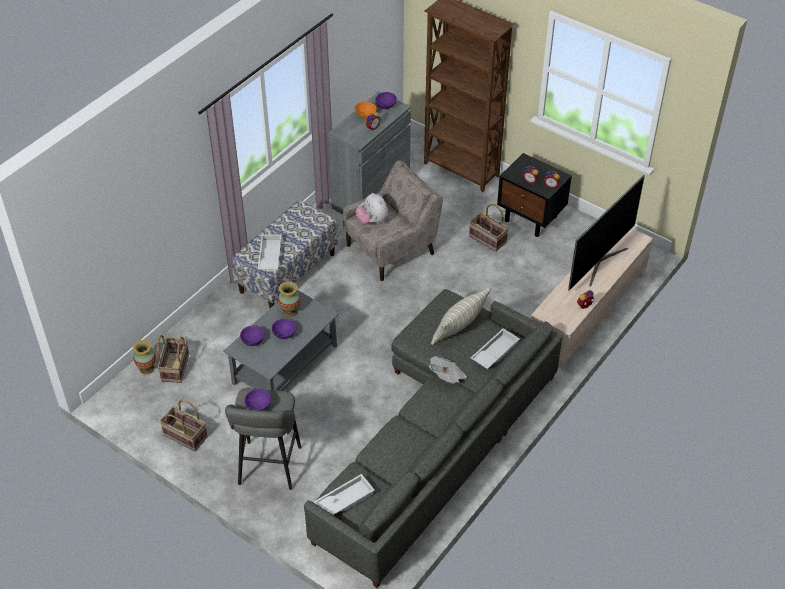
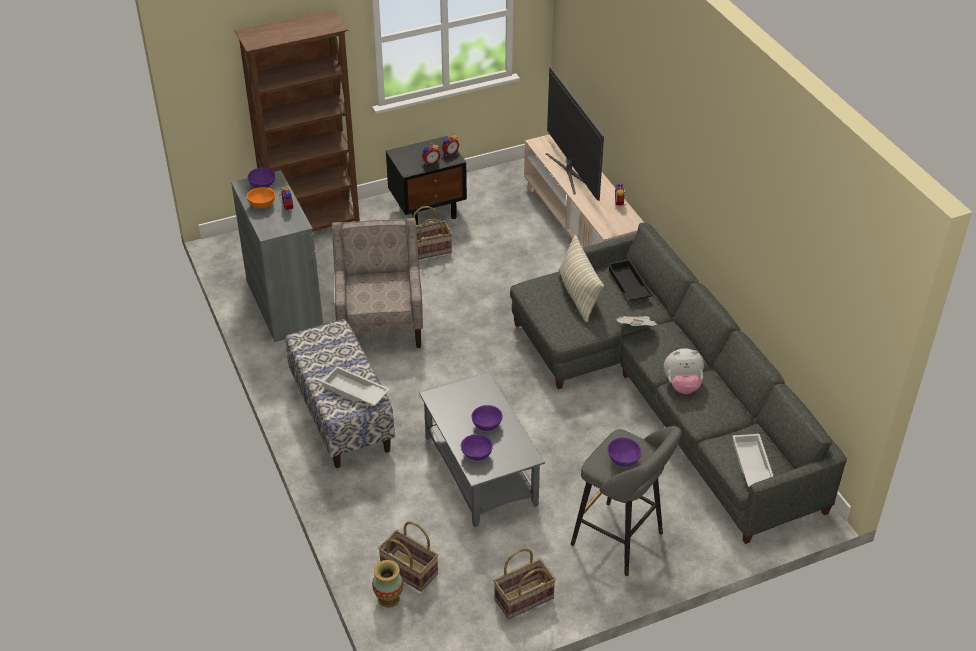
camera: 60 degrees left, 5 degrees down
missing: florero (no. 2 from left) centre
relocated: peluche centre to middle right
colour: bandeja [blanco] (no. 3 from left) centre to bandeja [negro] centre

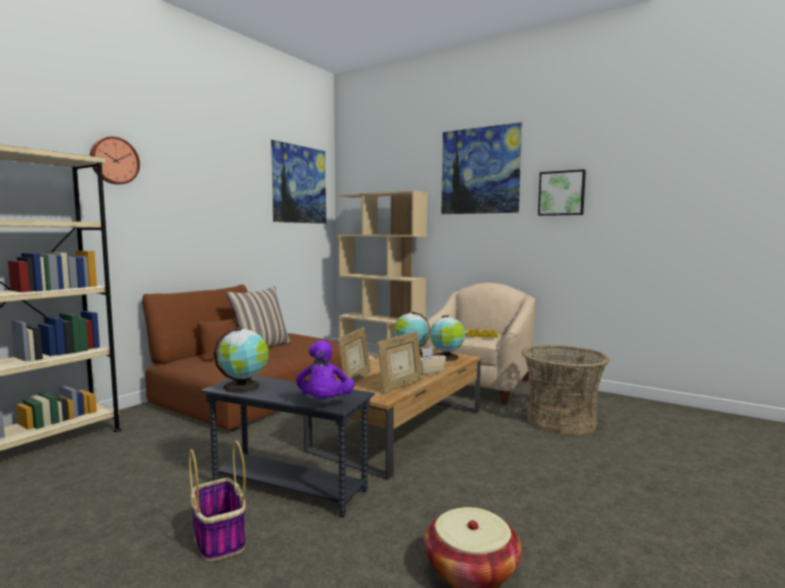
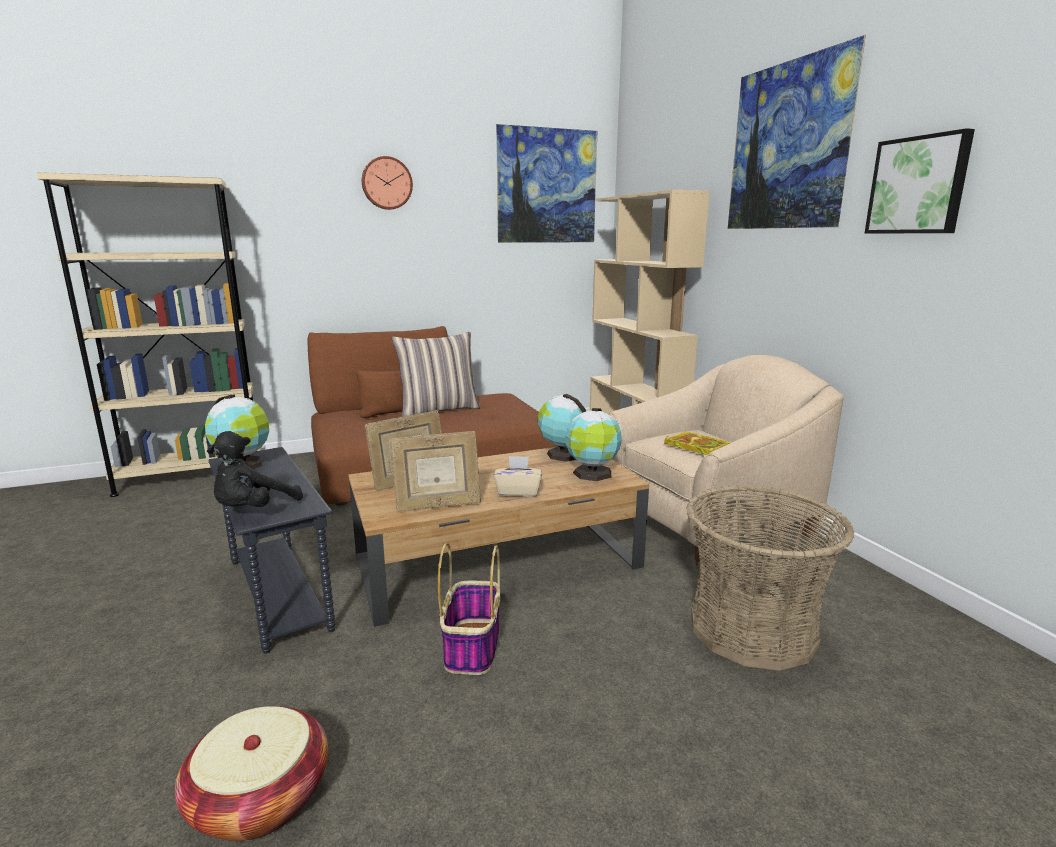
camera: 35 degrees right, 10 degrees up
relocated: reloj de pared top left to top centre; cesta (no. 1 from left in the first image) bottom left to cesta (no. 2 from left) bottom centre
colour: peluche [morado] centre to peluche [negro] middle left

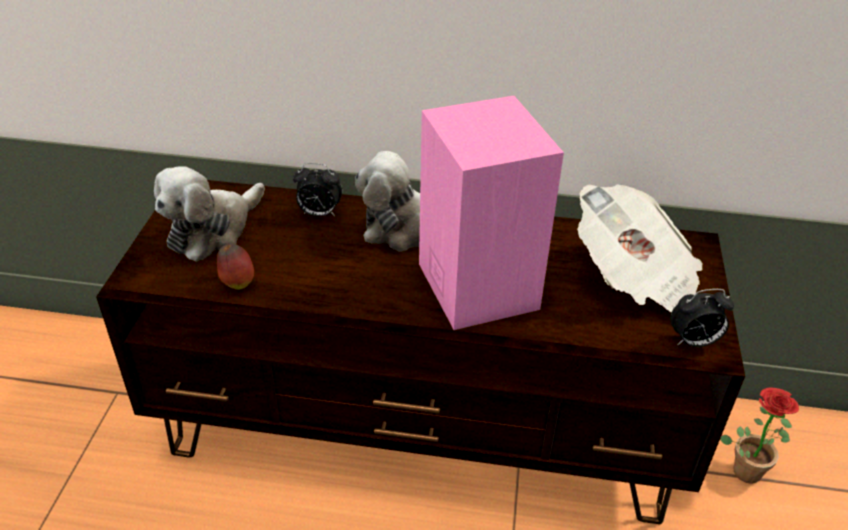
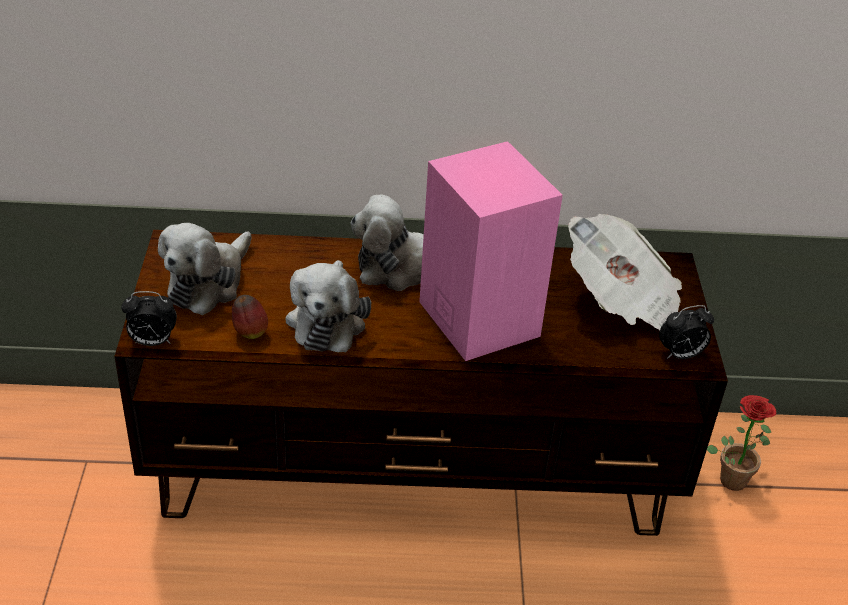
camera: 10 degrees left, 0 degrees up
appeared: peluche (no. 2 from left) centre
relocated: despertador (no. 1 from left) centre to middle left

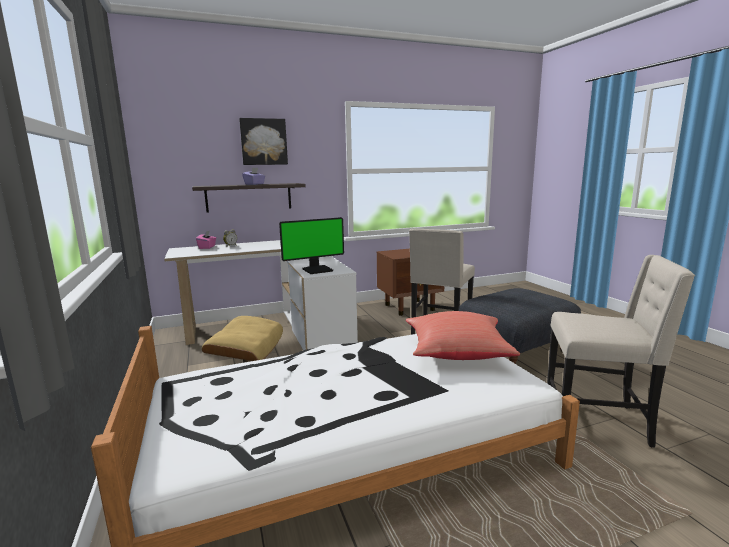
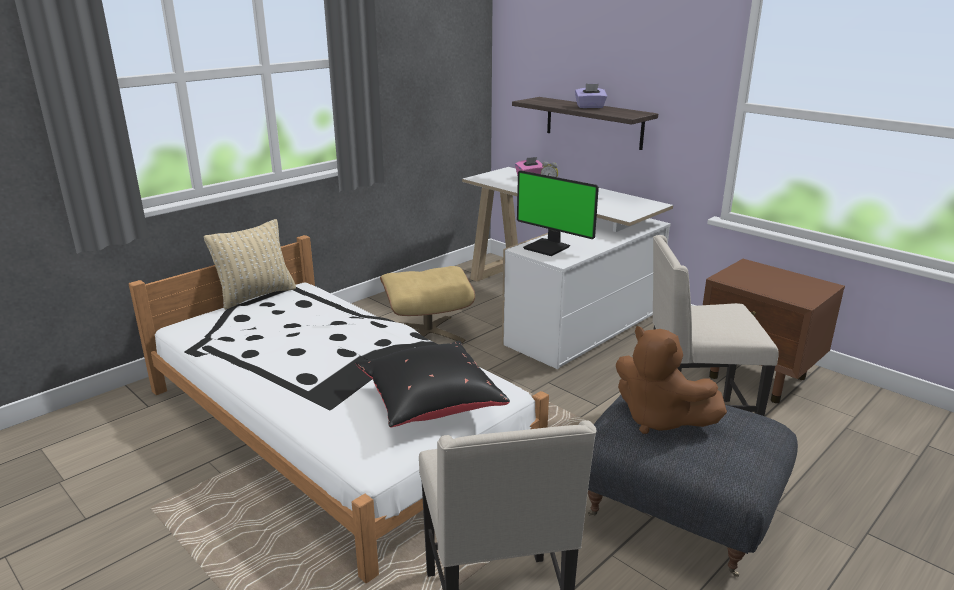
camera: 65 degrees right, 10 degrees up
missing: cuadro top centre
appeared: cojín [beis] middle left; peluche [marrón] middle right
colour: cojín [rojo] centre to cojín [negro] centre

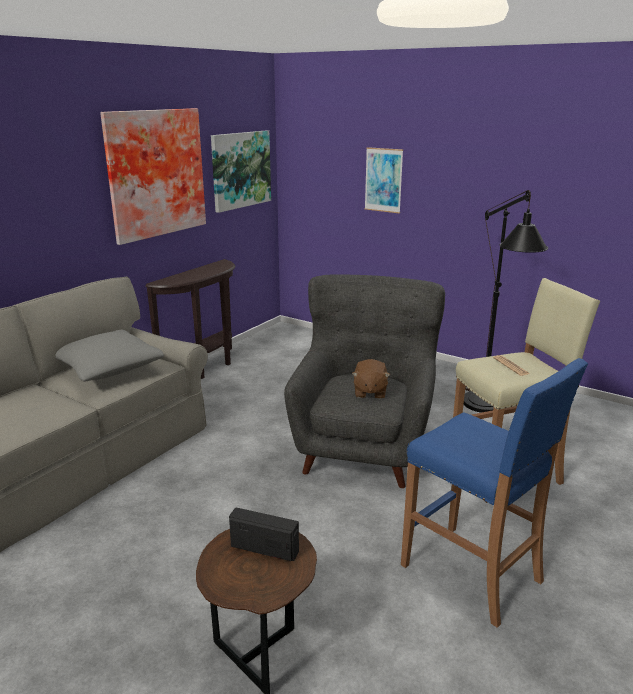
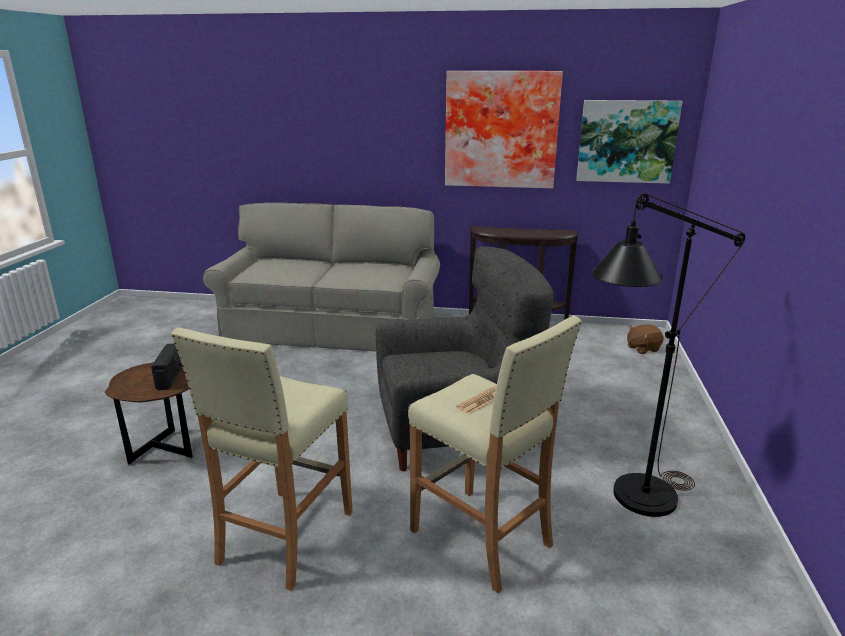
camera: 65 degrees right, 0 degrees up
missing: cojín [gris] middle left; cuadro (no. 3 from left) top centre
relocated: peluche [marrón] centre to middle right
colour: taburete [azul] bottom right to taburete [beis] (no. 1 from left) bottom left

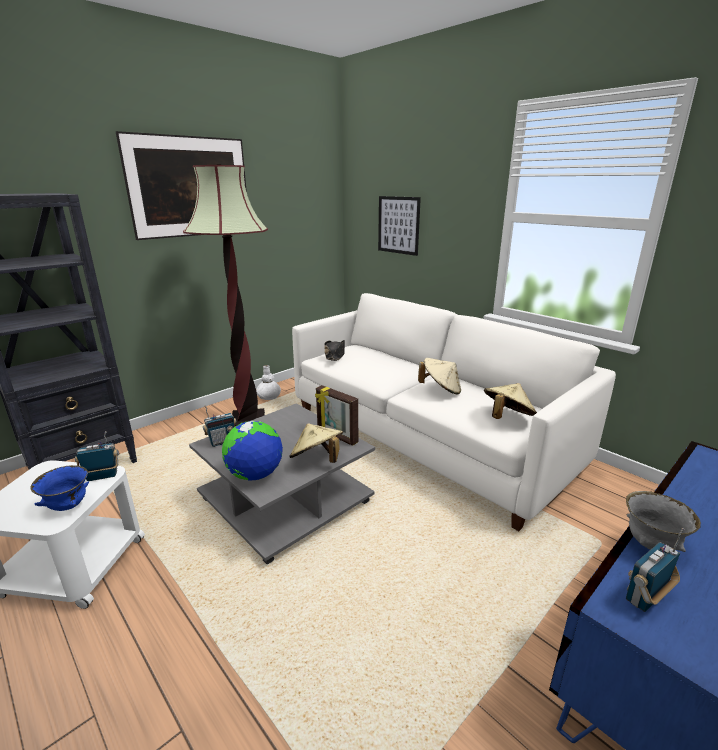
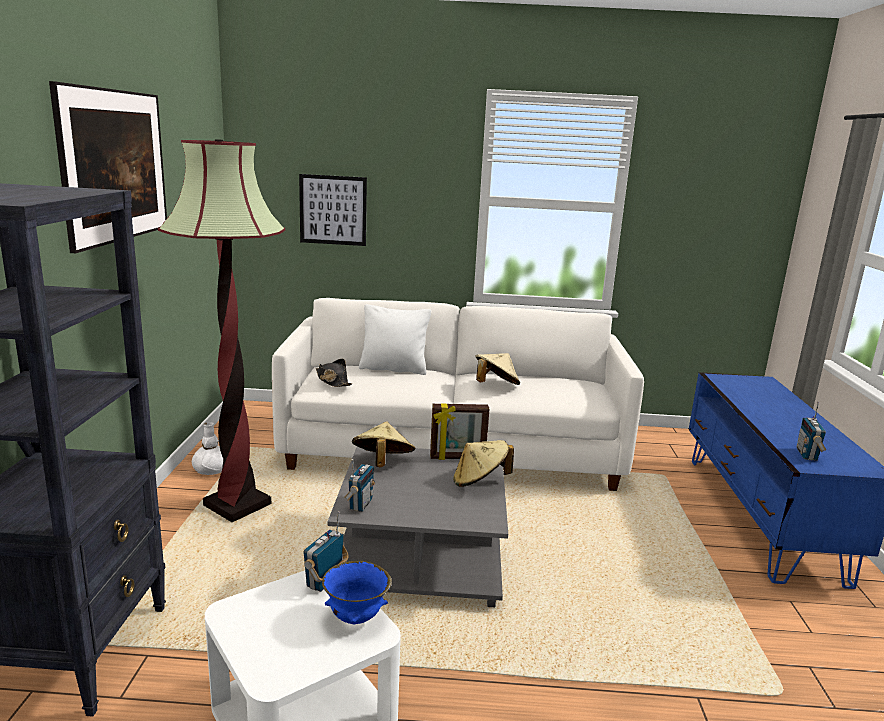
camera: 45 degrees left, 5 degrees down
missing: globo terráqueo centre; cuenco [gris] bottom right
appeared: cojín [blanco] centre
relocated: sombrero [beis] (no. 3 from left in the first image) middle right to sombrero [beis] (no. 1 from left) centre

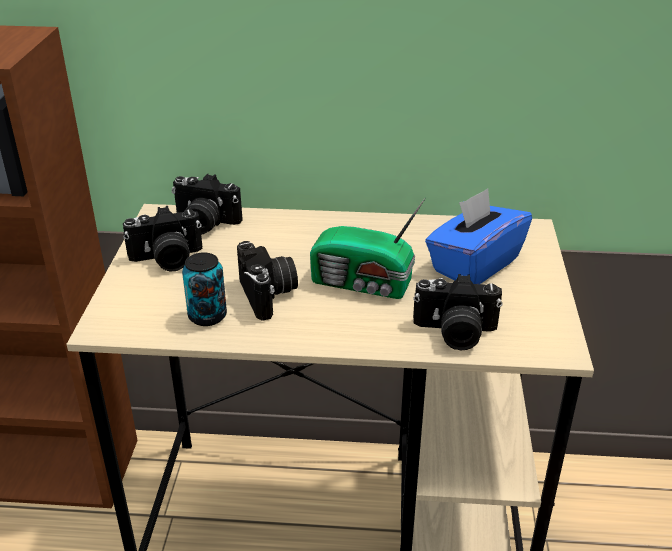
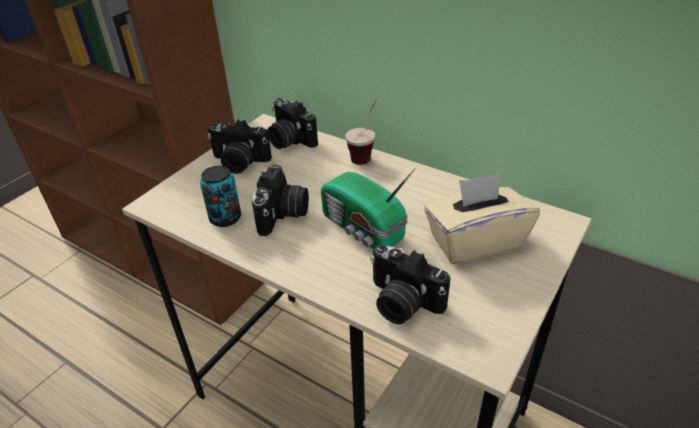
camera: 30 degrees right, 5 degrees up
appeared: taza top centre
colour: caja de pañuelos [azul] middle right to caja de pañuelos [beis] middle right

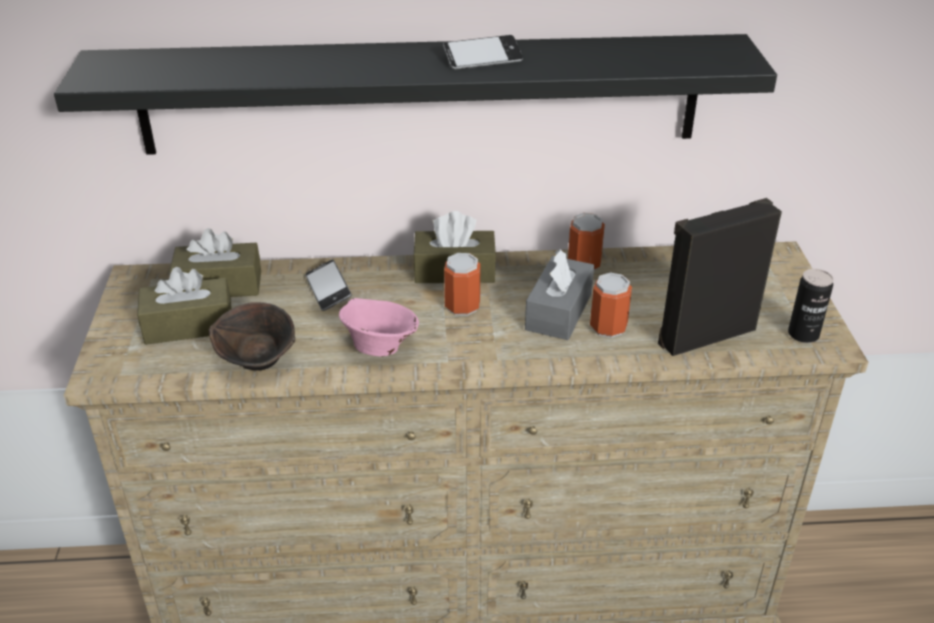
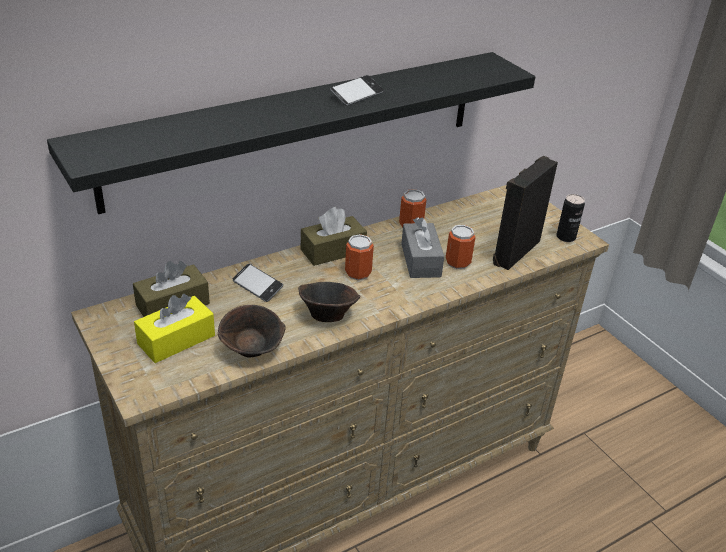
camera: 30 degrees left, 0 degrees up
colour: caja de pañuelos [marrón] (no. 1 from left) middle left to caja de pañuelos [amarillo] middle left; cuenco [rosa] centre to cuenco [marrón] (no. 2 from left) centre

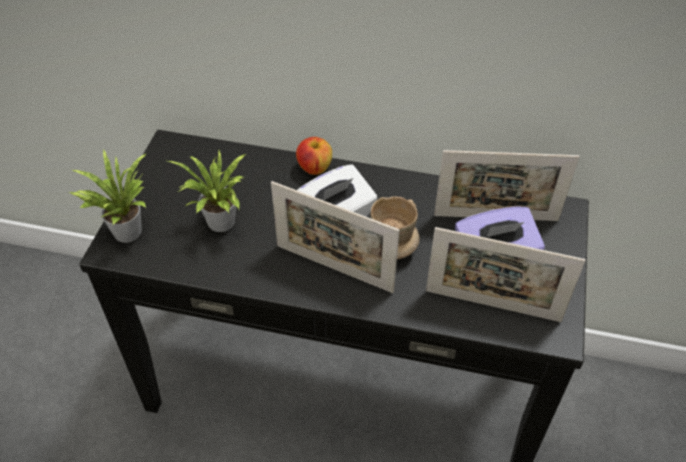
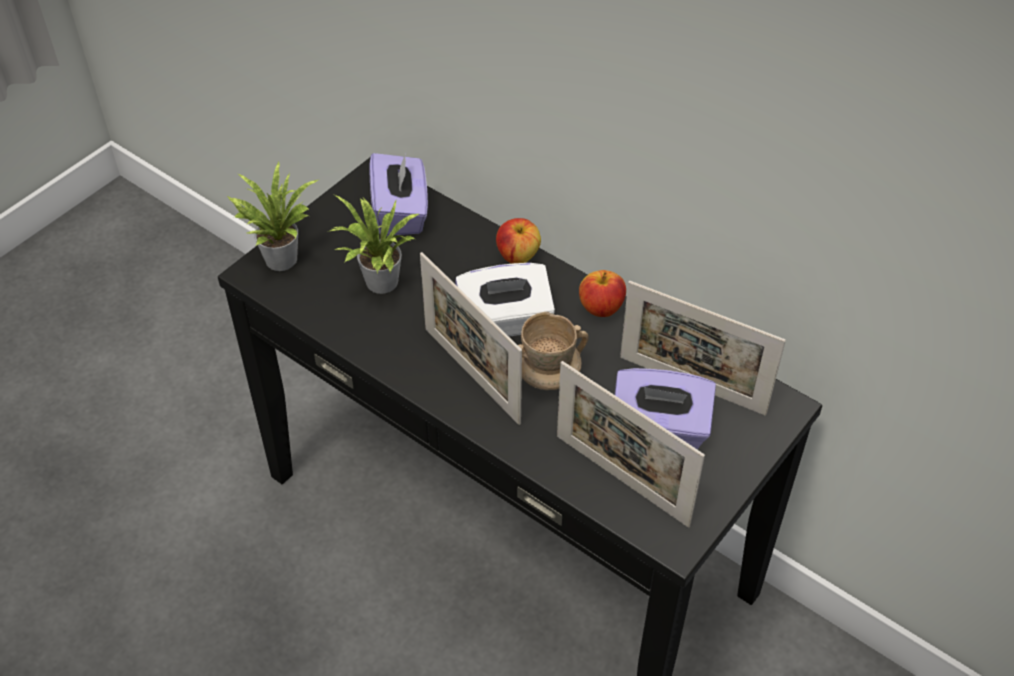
camera: 25 degrees right, 0 degrees up
appeared: caja de pañuelos [morado] (no. 1 from left) top centre; manzana (no. 2 from left) centre

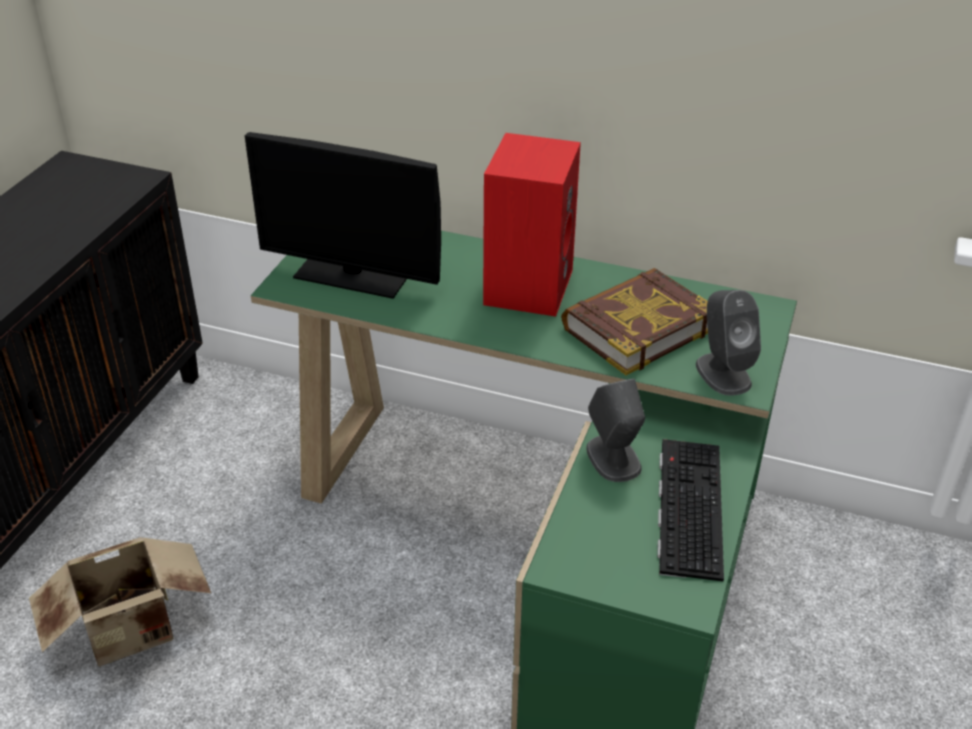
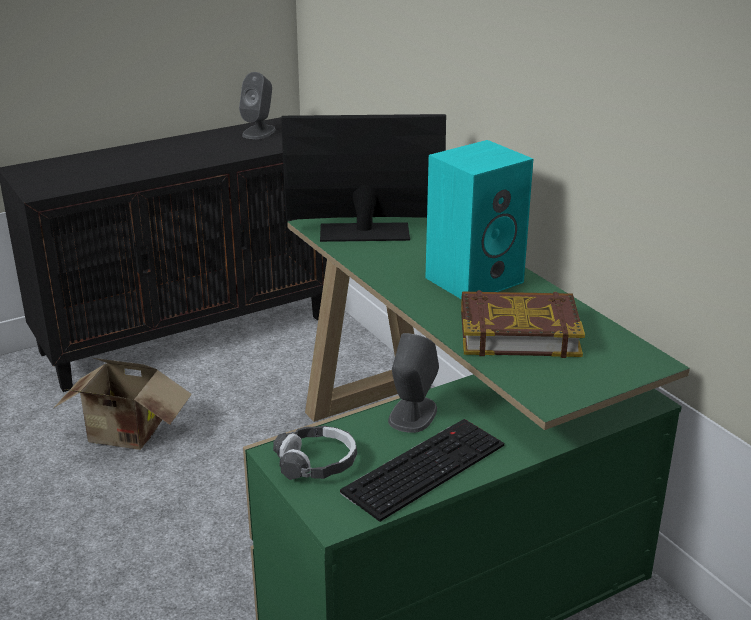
camera: 40 degrees right, 10 degrees down
appeared: auriculares bottom centre
relocated: altavoz [gris] (no. 2 from left in the first image) middle right to altavoz [gris] (no. 1 from left) top centre
colour: altavoz [rojo] top centre to altavoz [turquesa] centre
spun: monitor top centre = top centre 120 degrees clockwise

